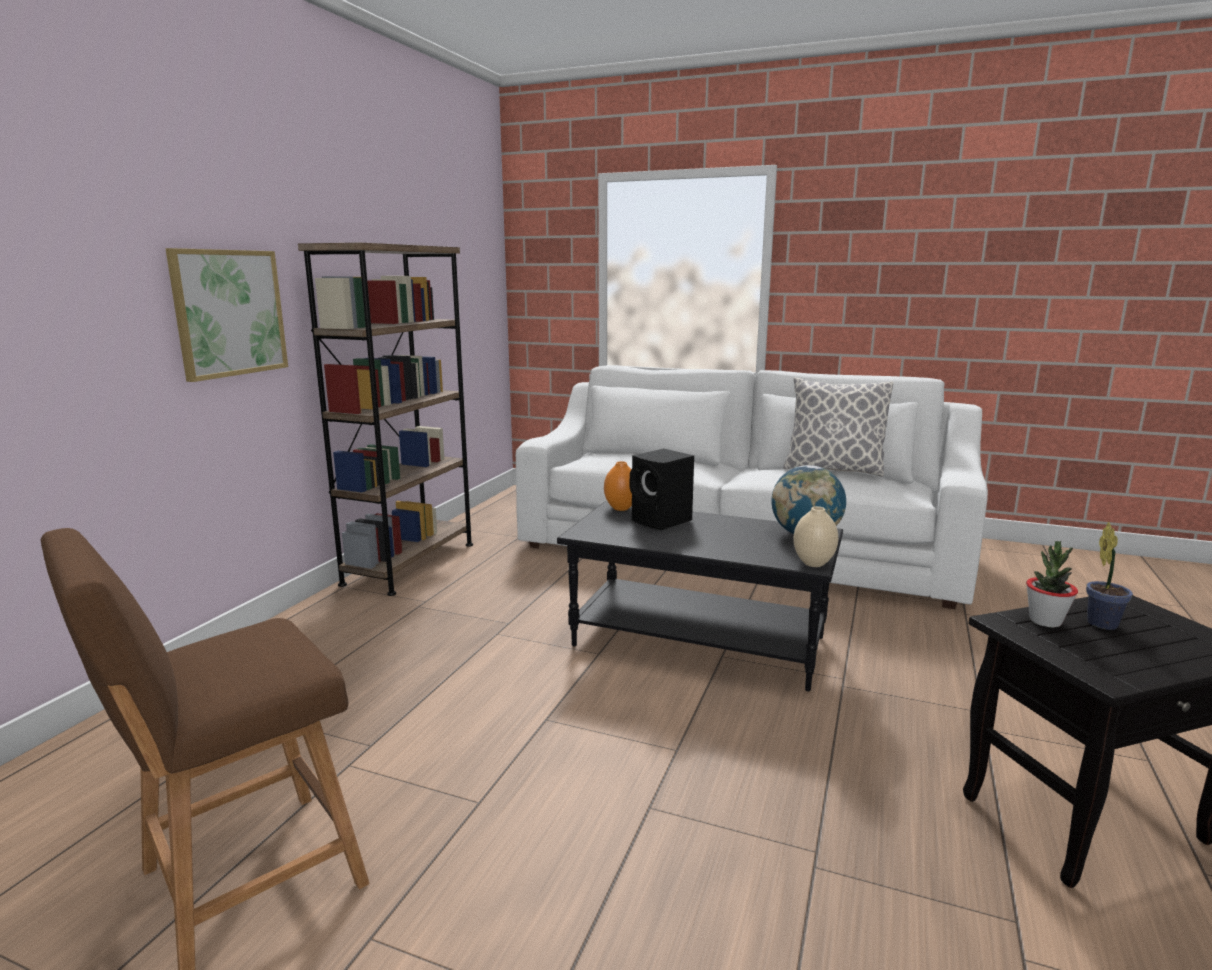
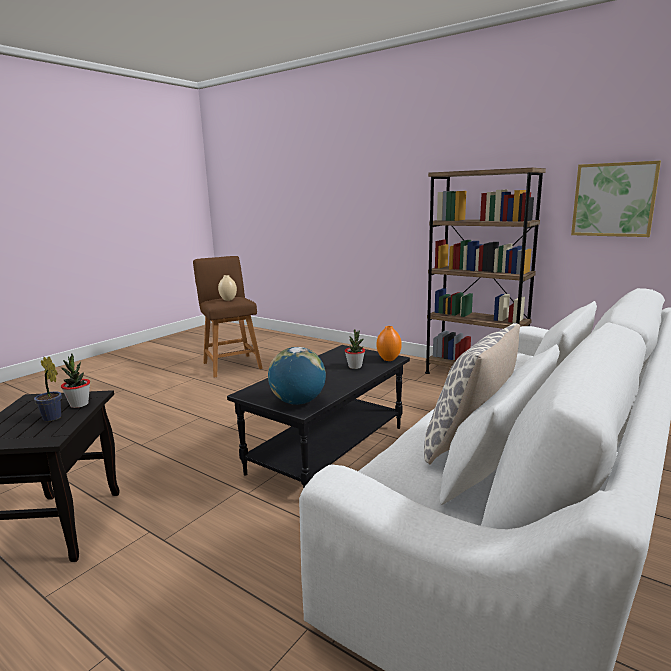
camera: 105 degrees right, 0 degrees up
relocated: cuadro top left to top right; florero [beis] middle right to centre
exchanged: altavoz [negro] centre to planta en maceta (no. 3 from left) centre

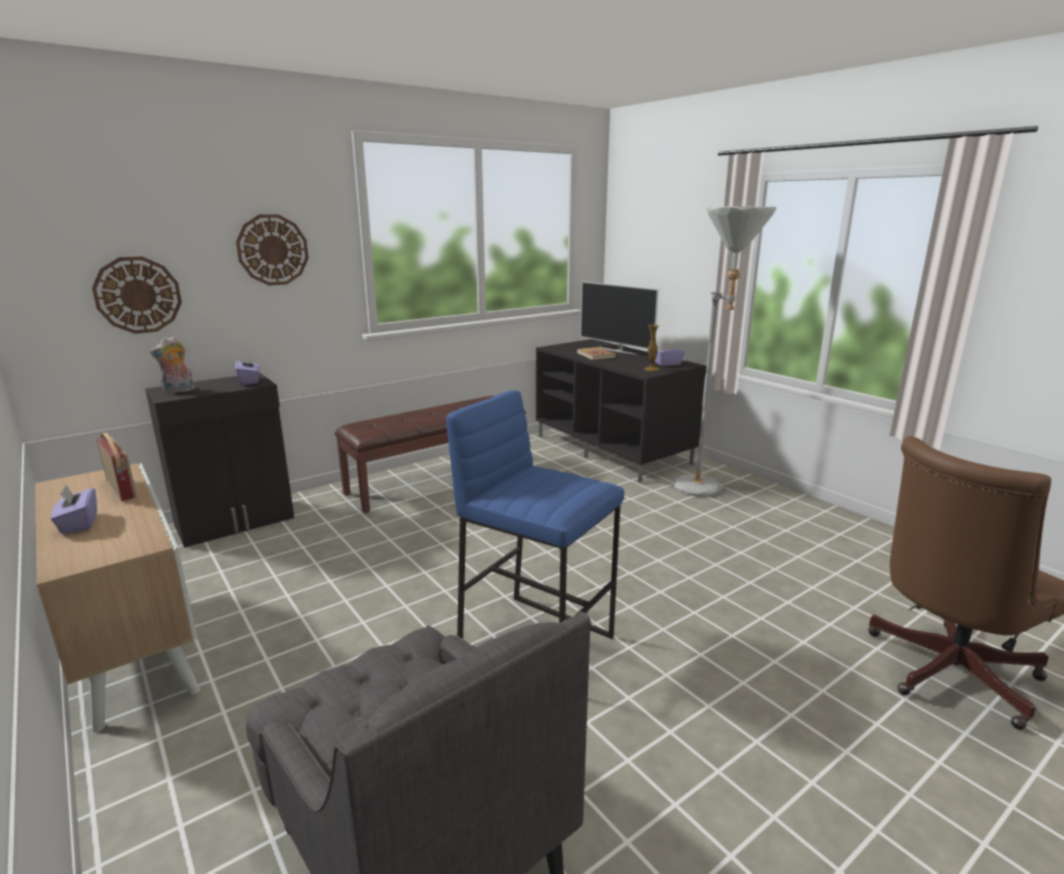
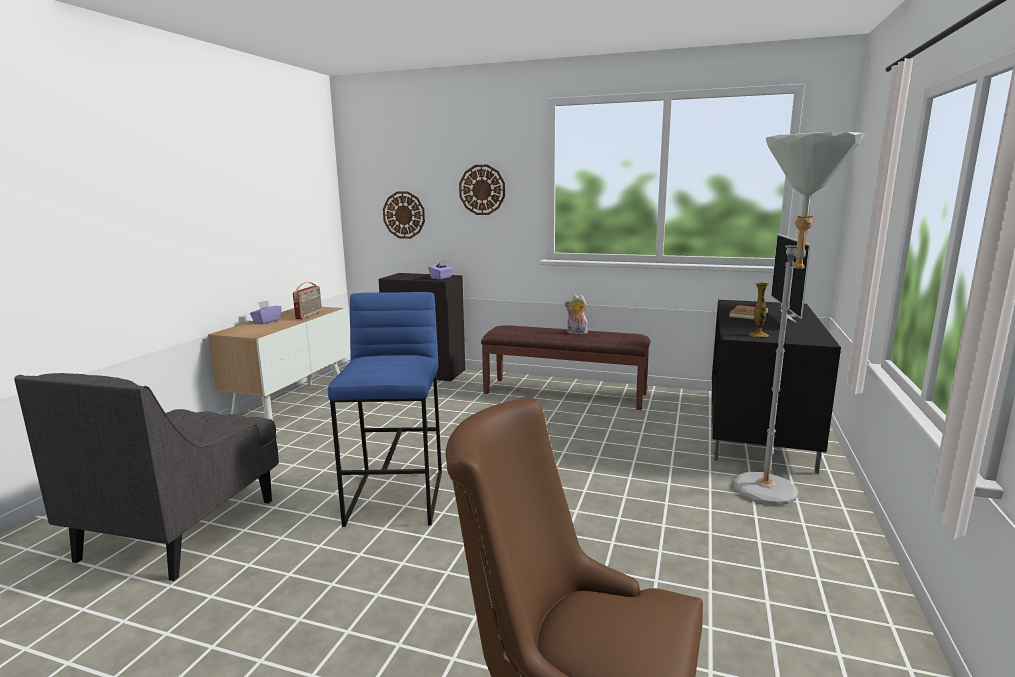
camera: 55 degrees right, 5 degrees down
missing: caja de pañuelos [morado] (no. 3 from left) centre
relocated: peluche middle left to centre

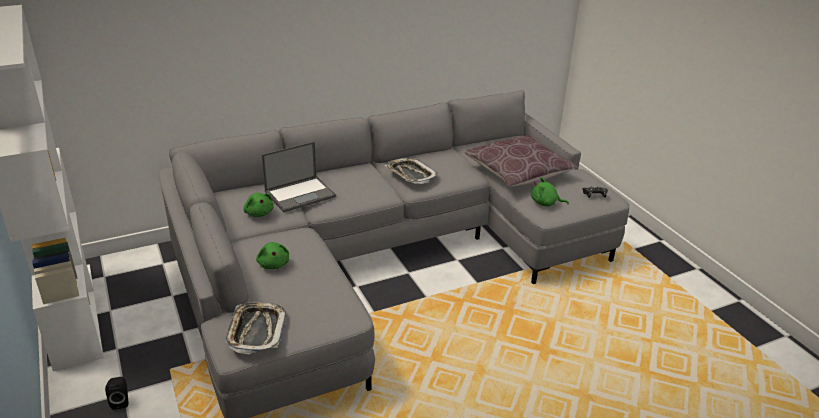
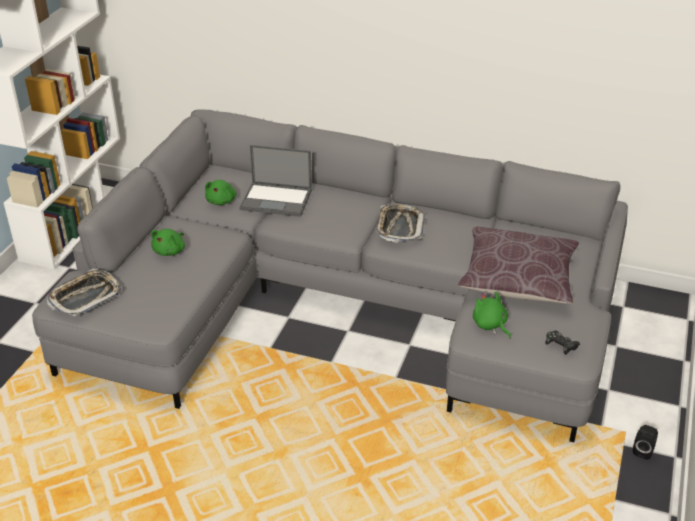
camera: 45 degrees right, 5 degrees up
relocated: altavoz [negro] bottom left to bottom right

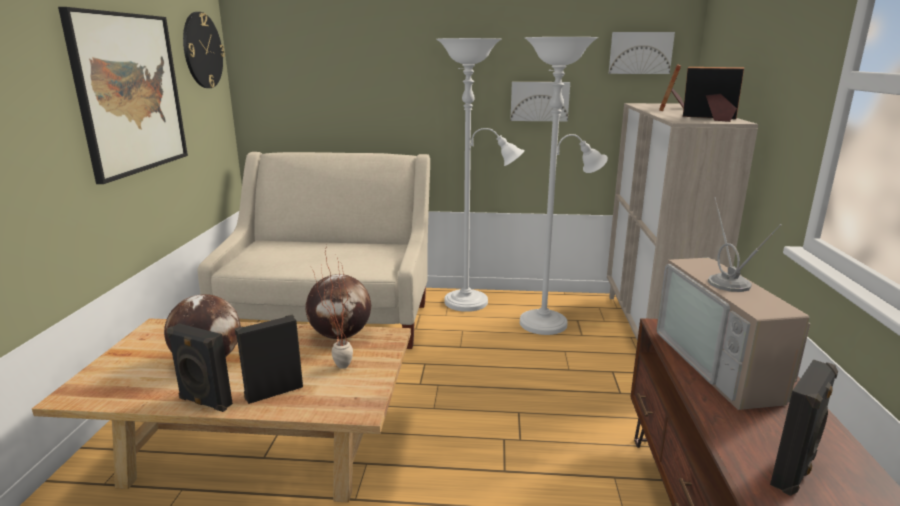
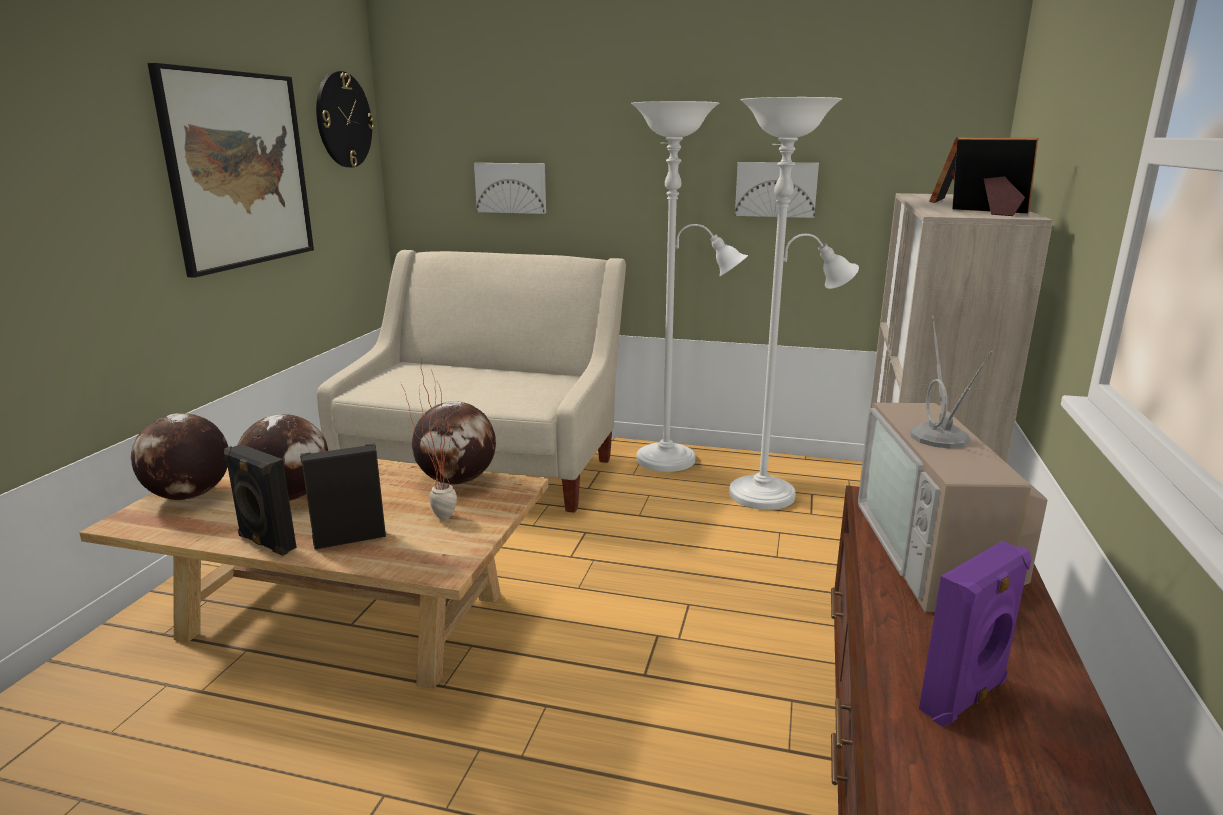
camera: 10 degrees right, 0 degrees up
appeared: globo terráqueo (no. 1 from left) middle left
relocated: cuadro (no. 3 from left in the first image) top right to cuadro (no. 2 from left) top centre
colour: altavoz [negro] (no. 3 from left) bottom right to altavoz [morado] bottom right

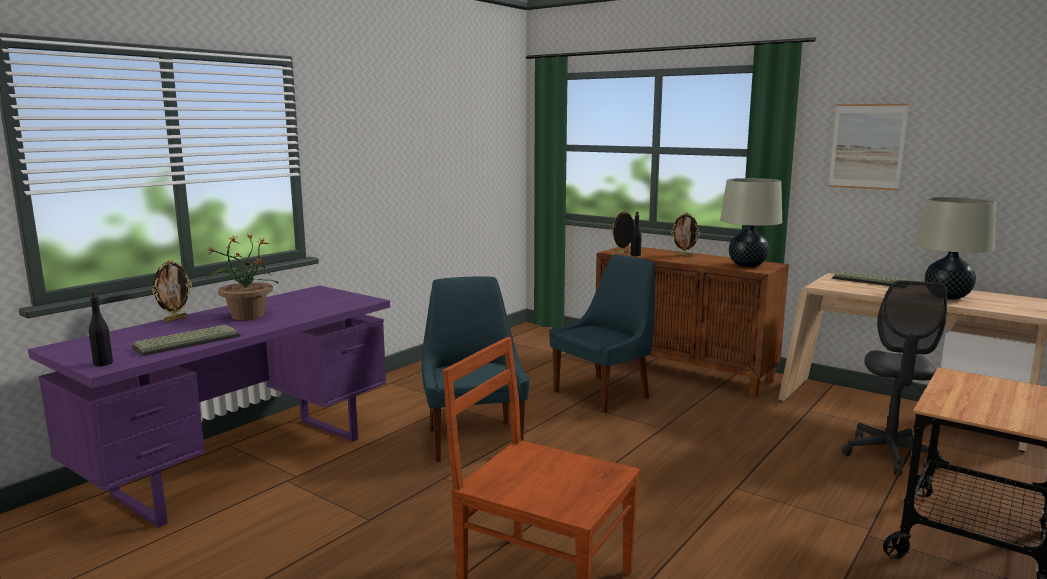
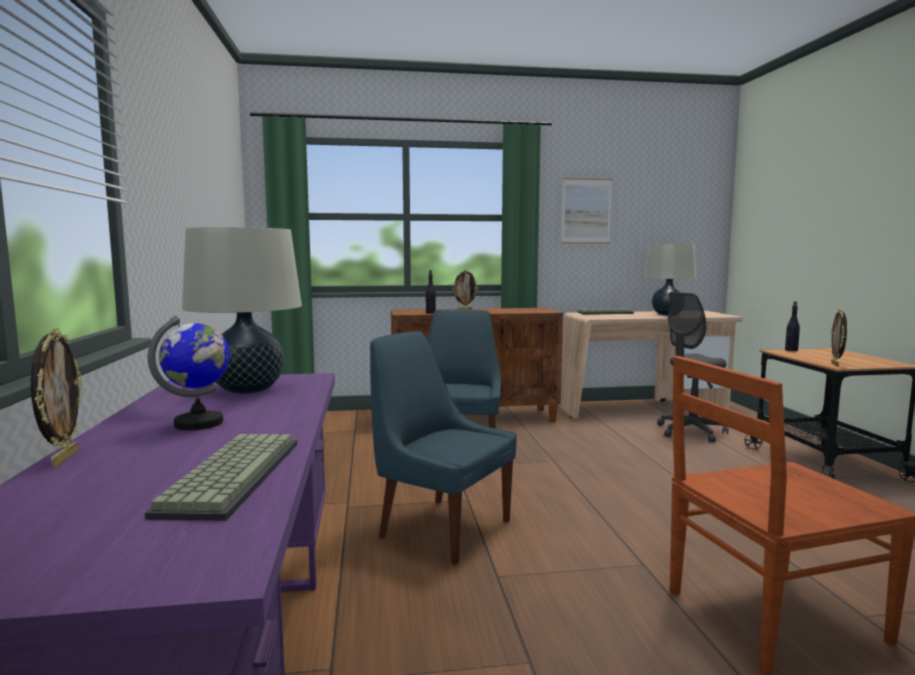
camera: 45 degrees left, 5 degrees down
relocated: botella [negro] (no. 1 from left in the first image) middle left to botella [negro] (no. 2 from left) middle right; portarretratos (no. 2 from left in the first image) centre to portarretratos (no. 3 from left) middle right; lámpara de mesa [beis] (no. 1 from left) middle right to middle left
exchanged: planta en maceta middle left to globo terráqueo middle left
spun: silla de oficina [gris] middle right = middle right 90 degrees clockwise

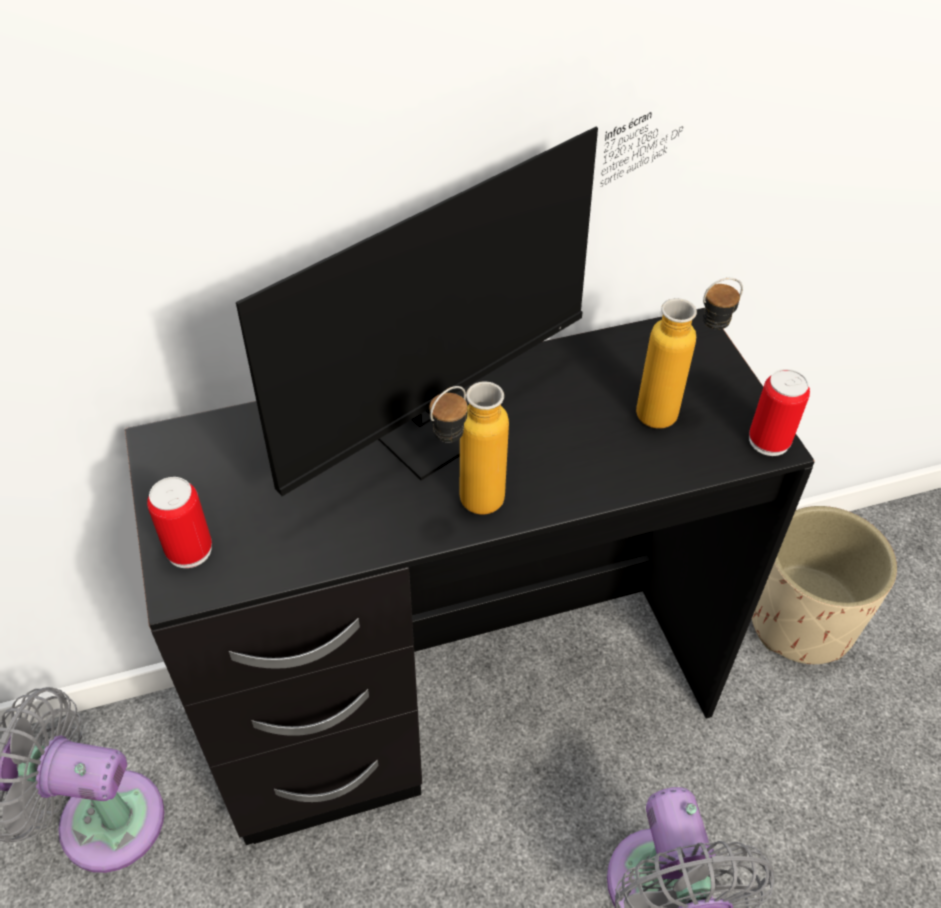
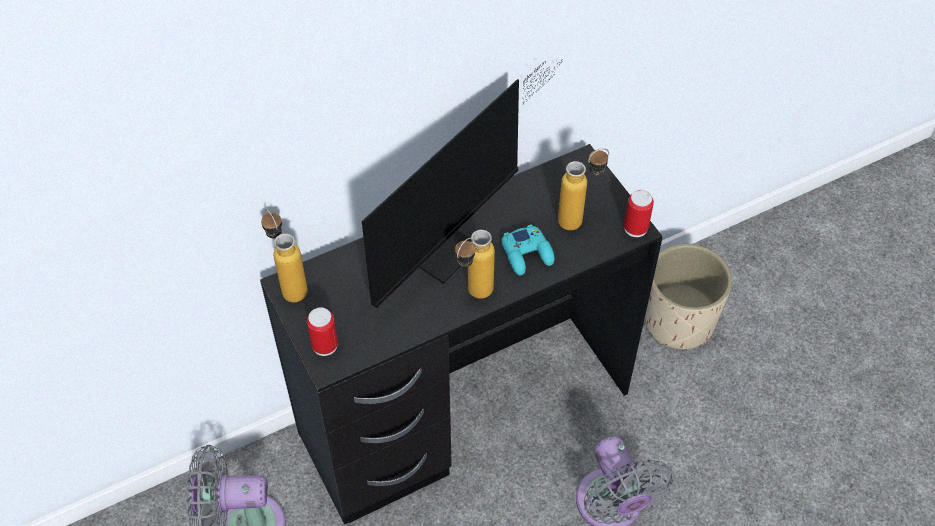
camera: 10 degrees left, 5 degrees up
appeared: botella (no. 1 from left) middle left; mando de consola [turquesa] centre

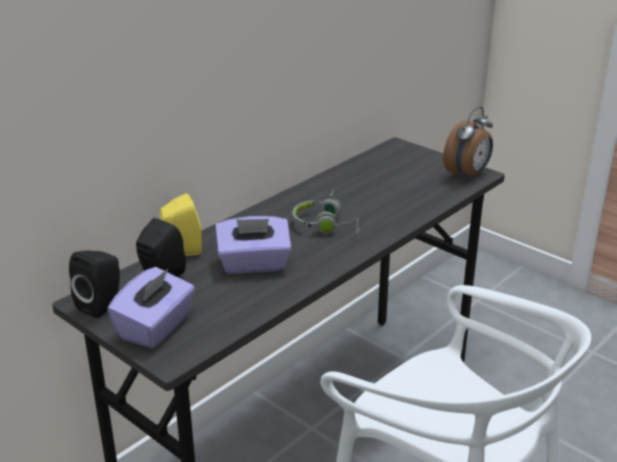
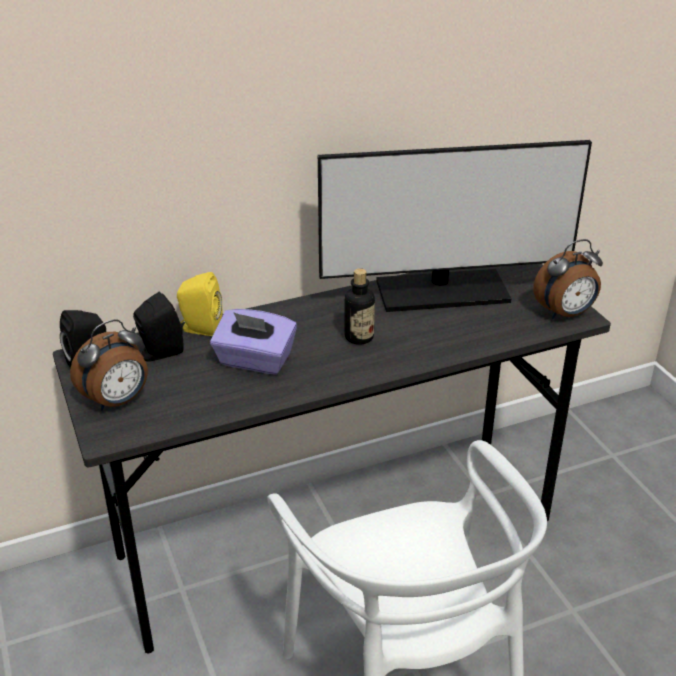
camera: 25 degrees right, 5 degrees up
appeared: monitor middle right
exchanged: caja de pañuelos [morado] (no. 1 from left) middle left to despertador (no. 1 from left) middle left; auriculares [gris] centre to botella centre

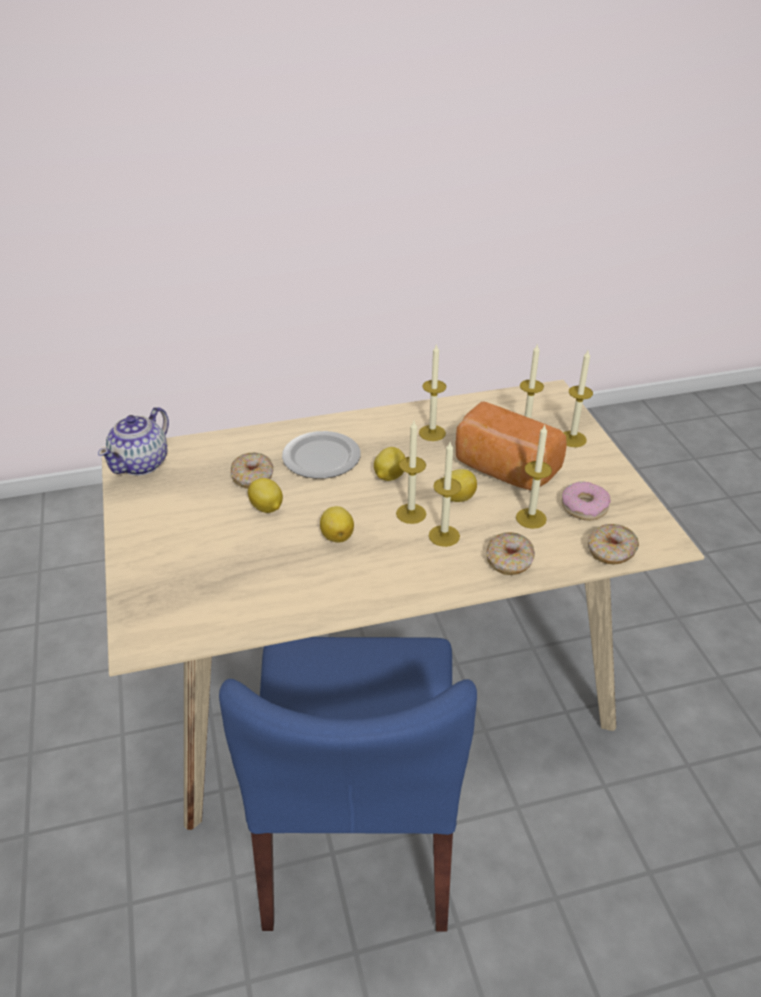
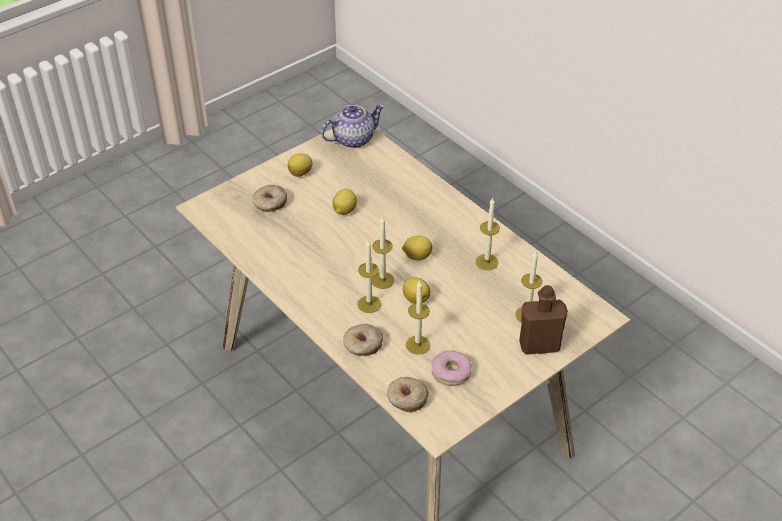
camera: 65 degrees right, 5 degrees up
missing: silla [azul] bottom centre; plato centre; pan middle right
relocated: rosquilla (no. 1 from left) middle left to centre; limón (no. 2 from left in the first image) centre to limón (no. 1 from left) top centre
exchanged: vela (no. 6 from left) middle right to botella [marrón] middle right
spun: tetera middle left = top centre 150 degrees clockwise

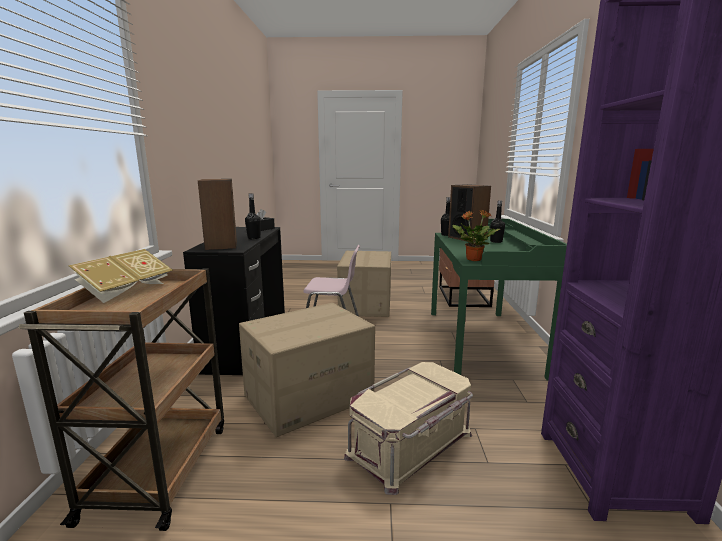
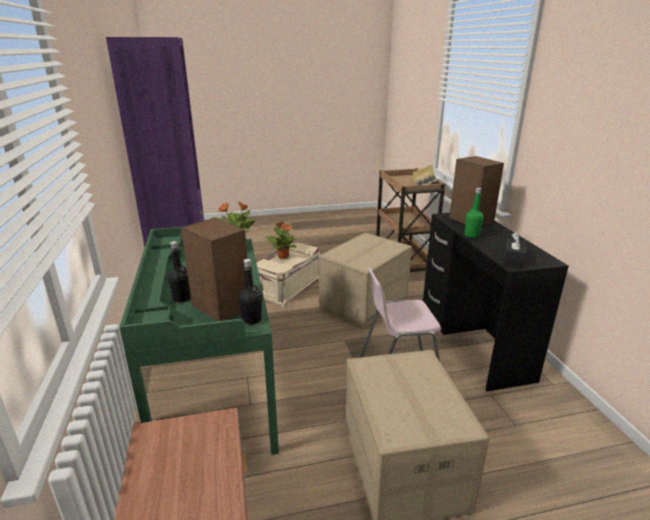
camera: 165 degrees right, 10 degrees up
appeared: planta en maceta (no. 2 from left) centre
colour: botella [negro] (no. 1 from left) centre to botella [verde] middle right

